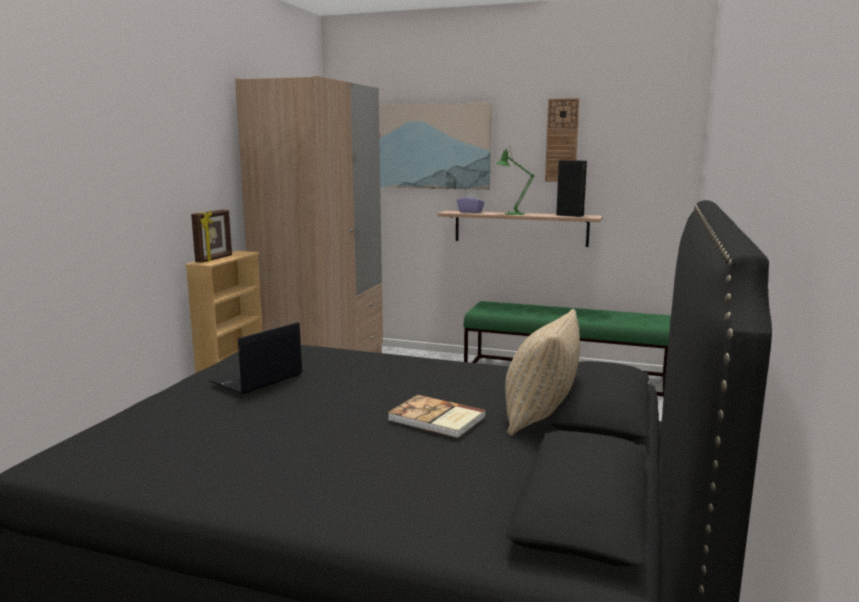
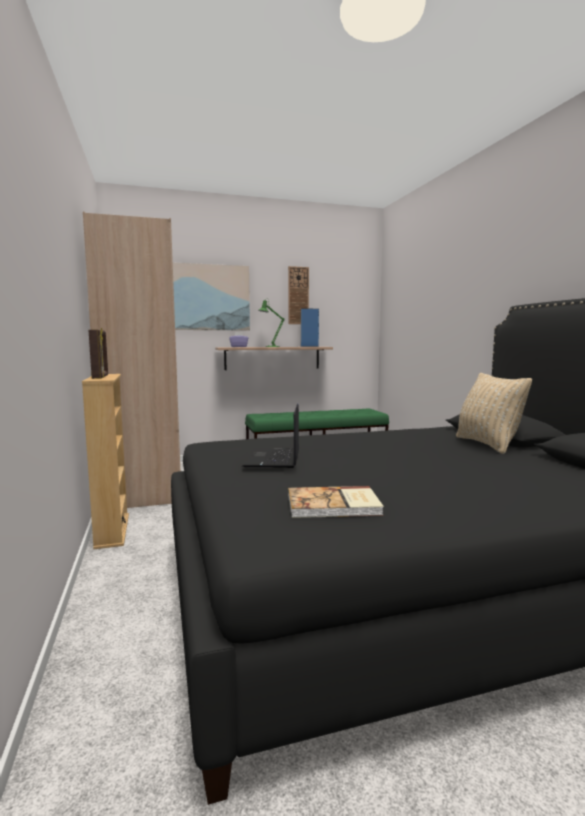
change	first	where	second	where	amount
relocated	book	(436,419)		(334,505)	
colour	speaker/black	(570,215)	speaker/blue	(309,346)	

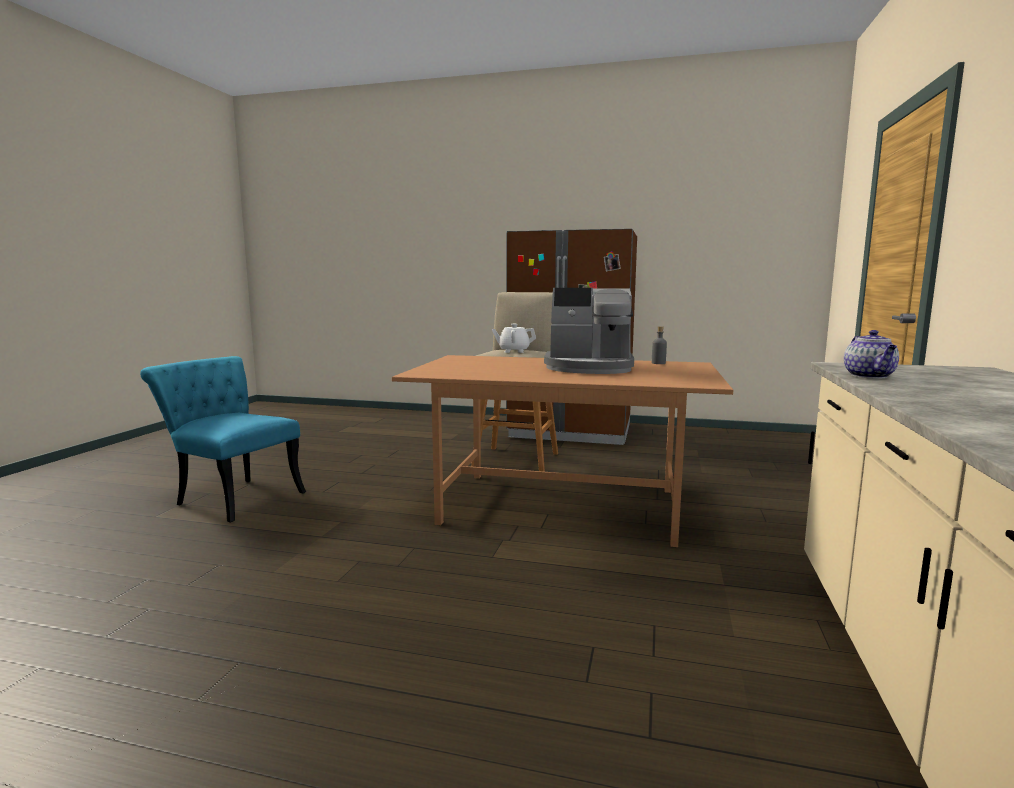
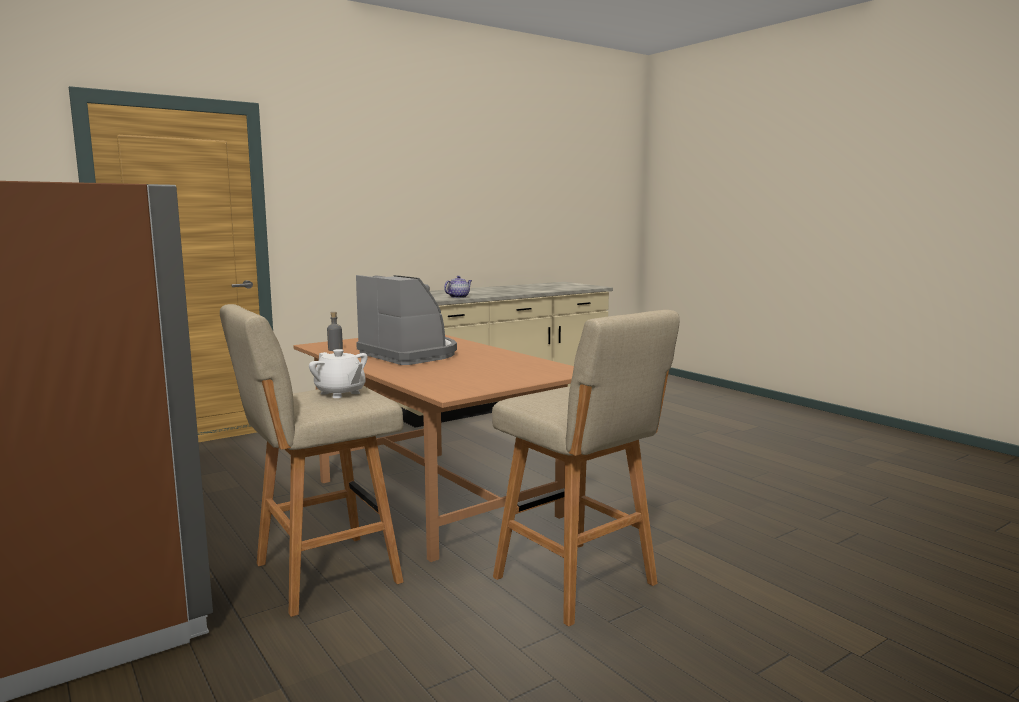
change	first	where	second	where	amount
appeared			stool/beige	(578,583)	
missing	chair/turquoise	(232,497)			

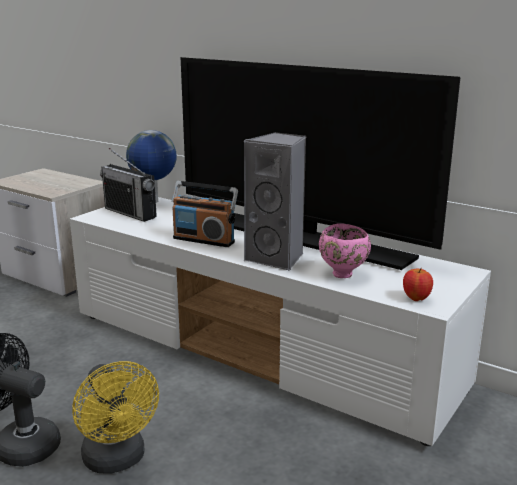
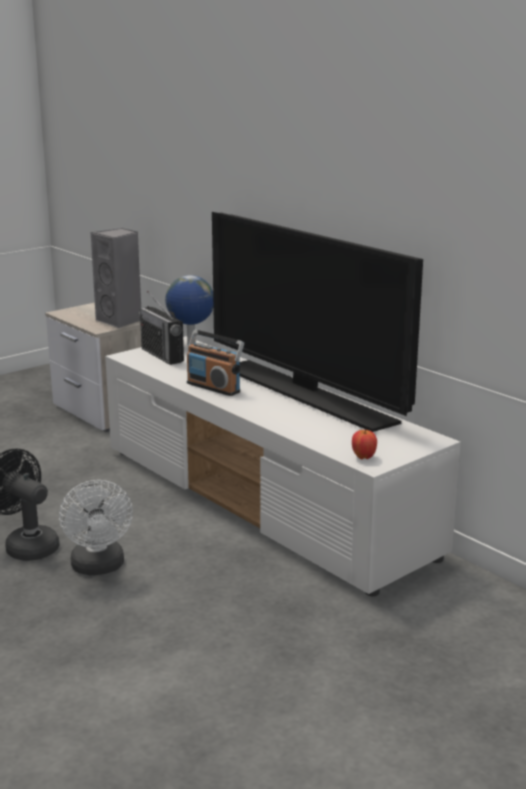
change	first	where	second	where	amount
colour	fan/yellow	(117,460)	fan/white	(99,568)	
relocated	speaker/grey	(277,258)		(120,321)	
missing	bowl/pink	(343,275)			

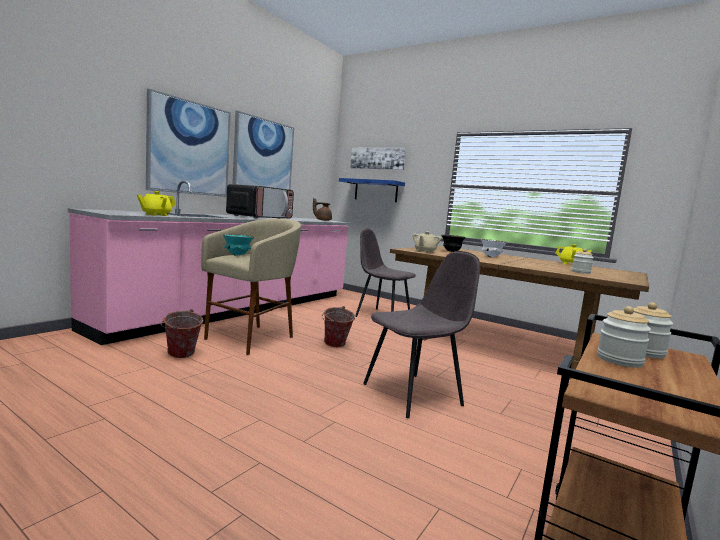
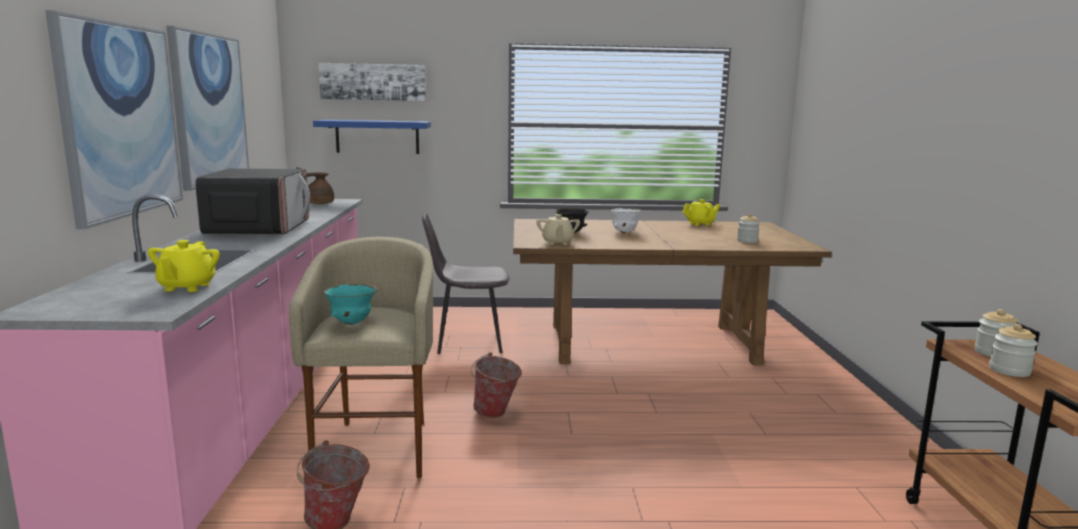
change	first	where	second	where	amount
missing	chair/grey	(414,394)			

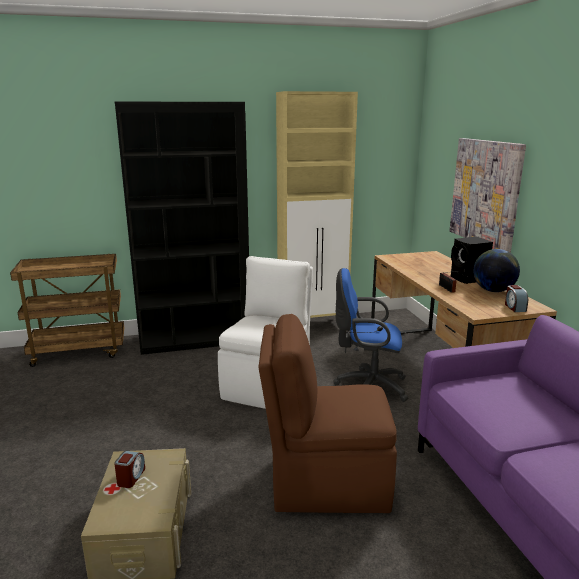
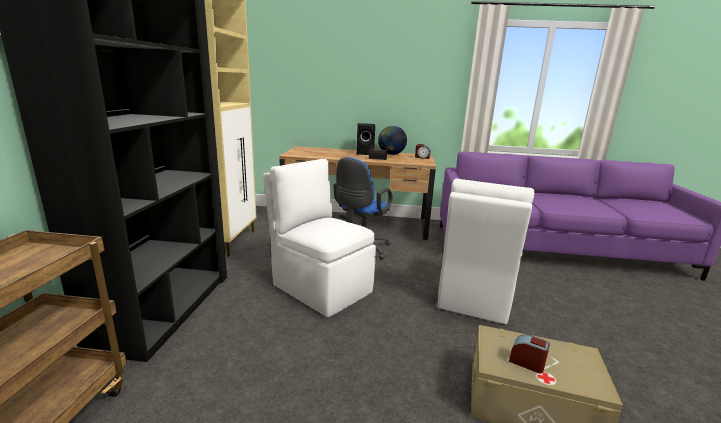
change	first	where	second	where	amount
colour	chair/brown	(326,482)	chair/white	(474,296)	
missing	picture	(486,192)			

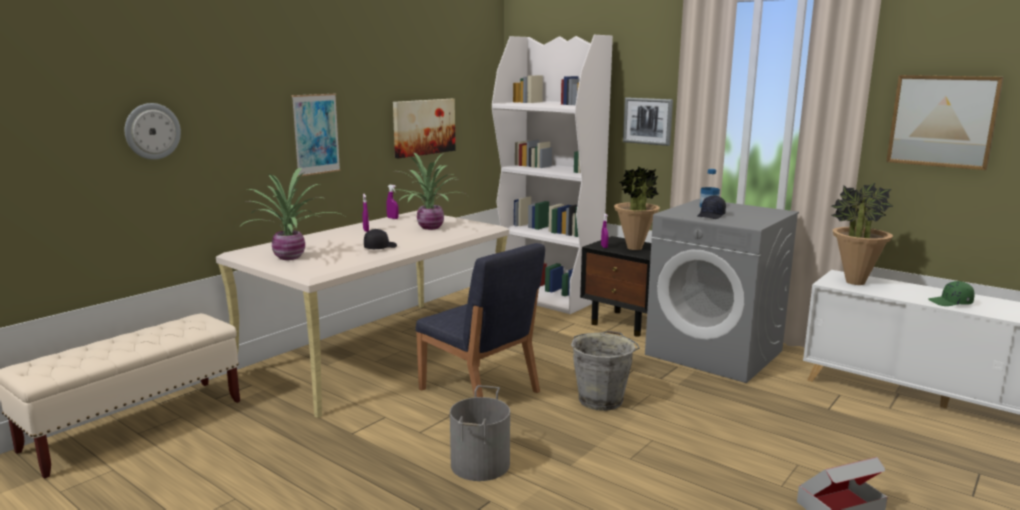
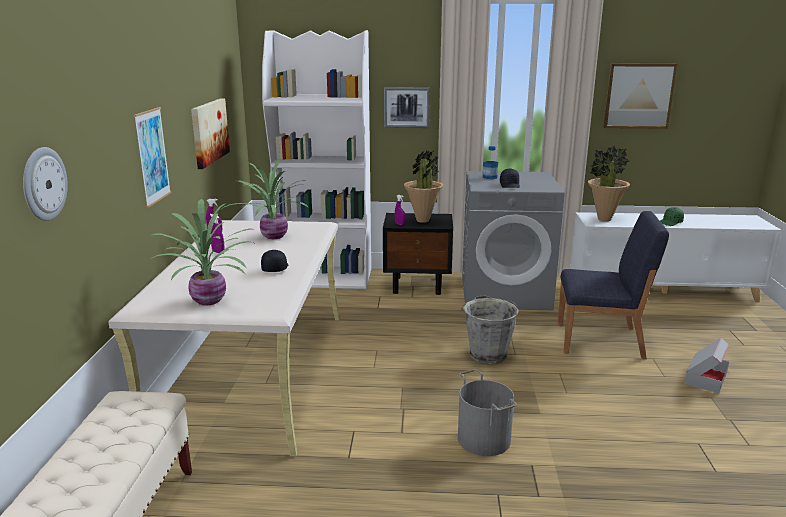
change	first	where	second	where	amount
relocated	chair/blue	(480,391)		(601,340)	

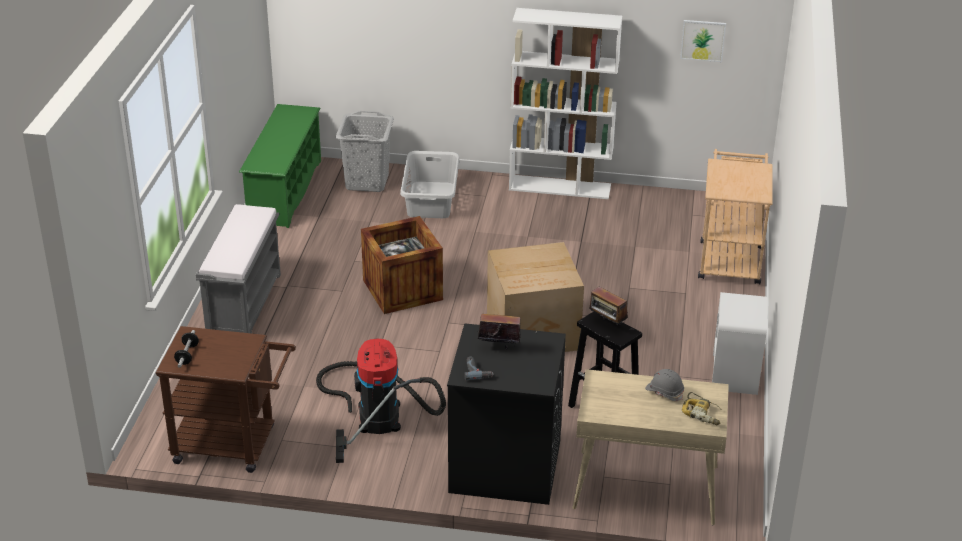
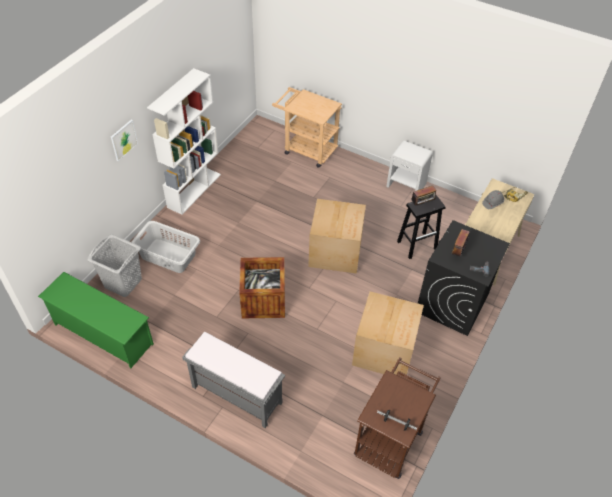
change	first	where	second	where	amount
relocated	picture	(703,40)		(123,140)	
exchanged	vacuum cleaner	(377,413)	cardboard box	(385,349)	

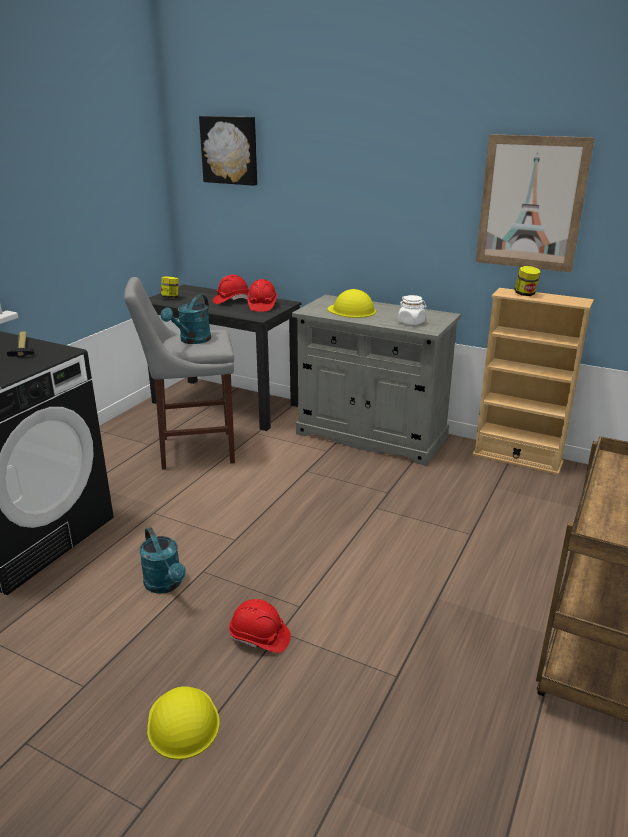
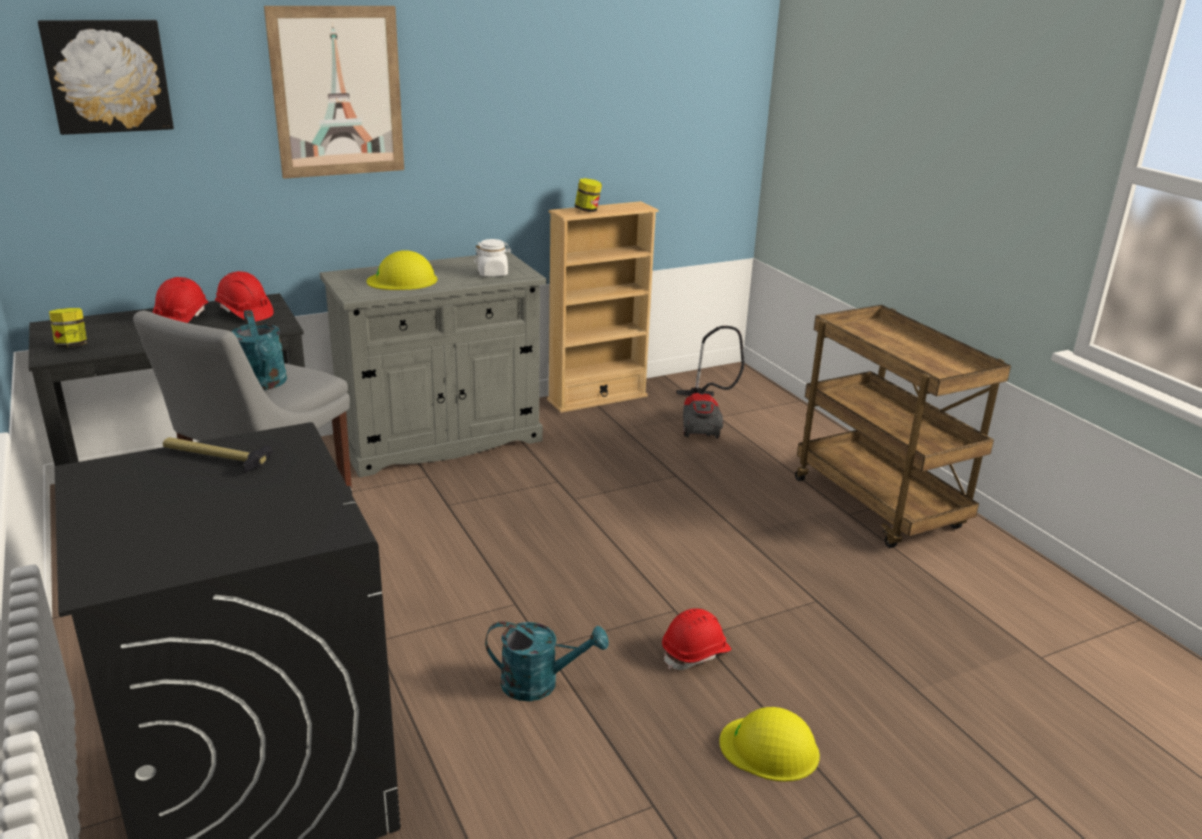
change	first	where	second	where	amount
relocated	picture	(531,203)		(337,92)	
appeared			vacuum cleaner	(703,420)	

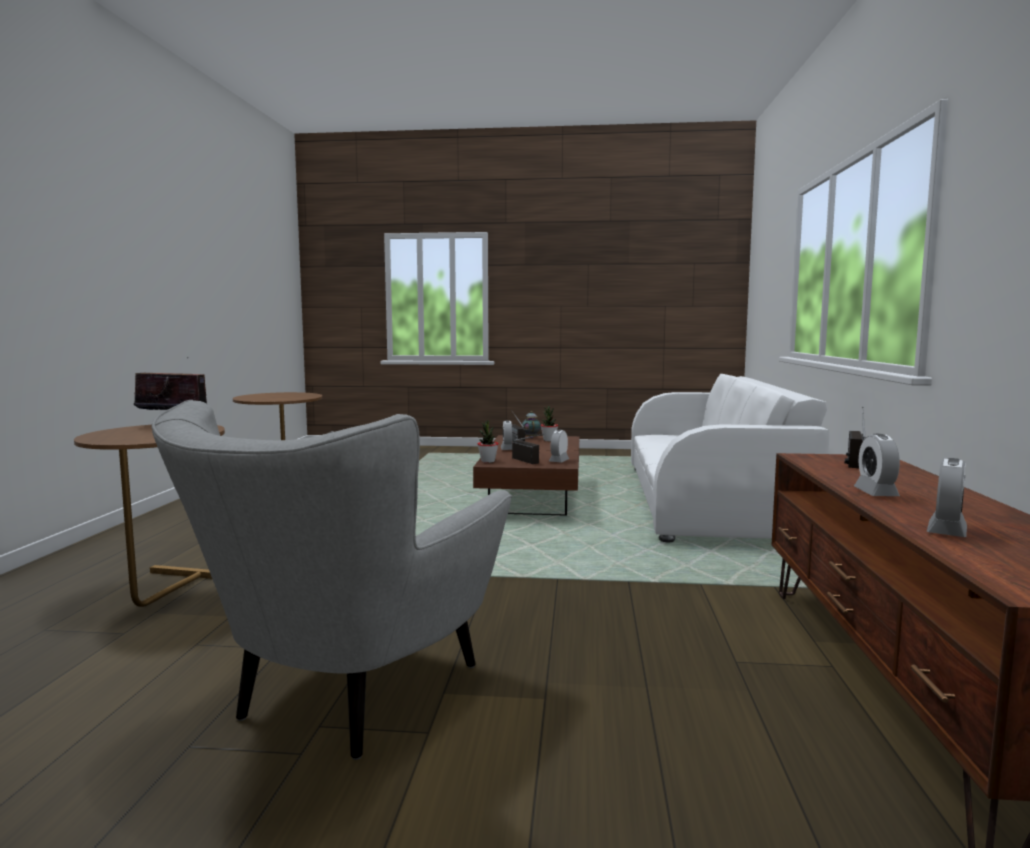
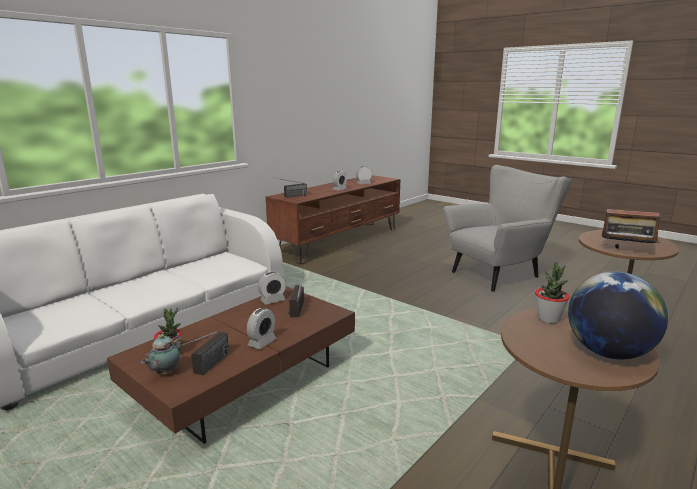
change	first	where	second	where	amount
relocated	potted plant	(488,461)		(548,319)	
appeared			globe	(608,353)	

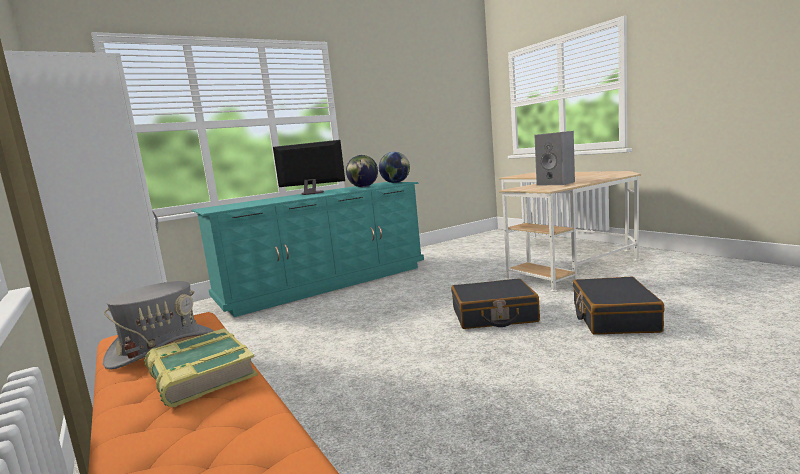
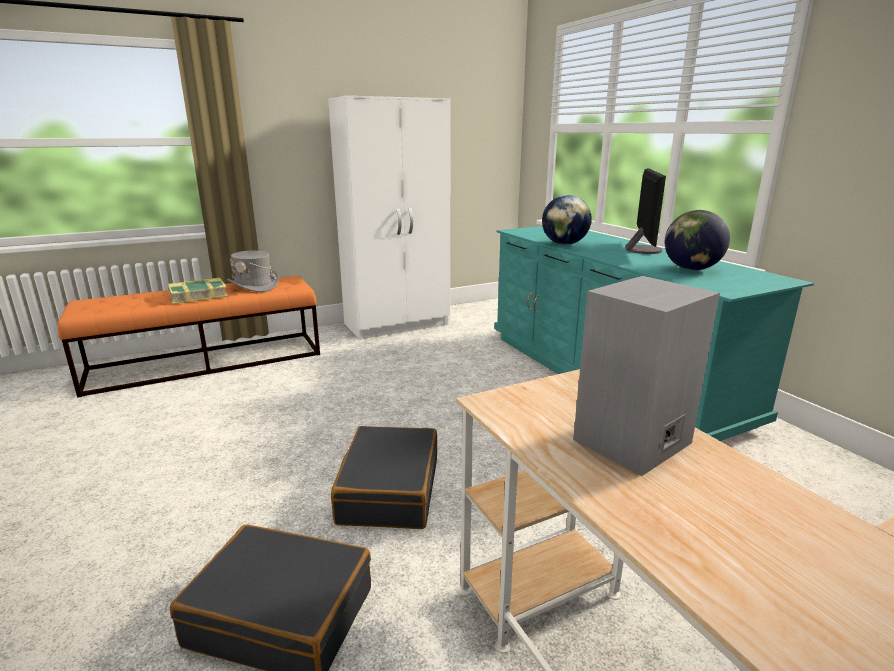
change	first	where	second	where	amount
relocated	globe	(395,182)		(564,244)	

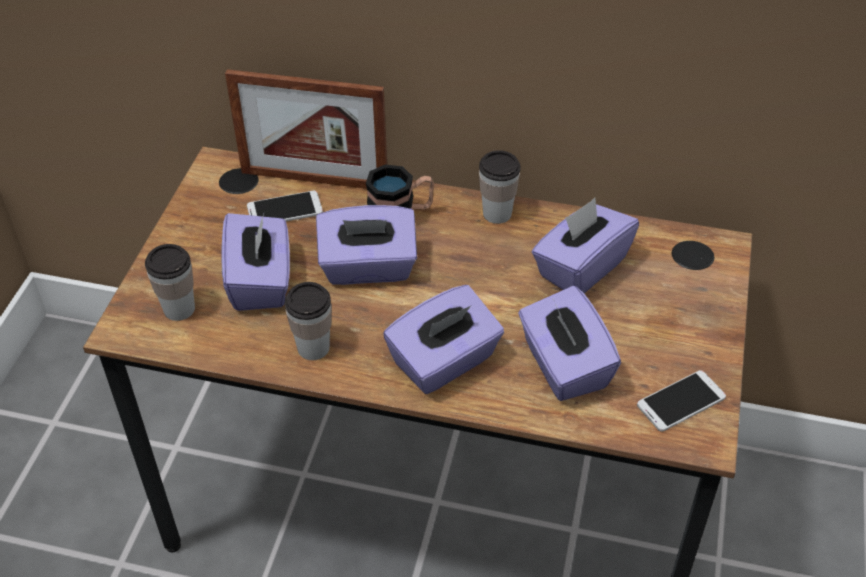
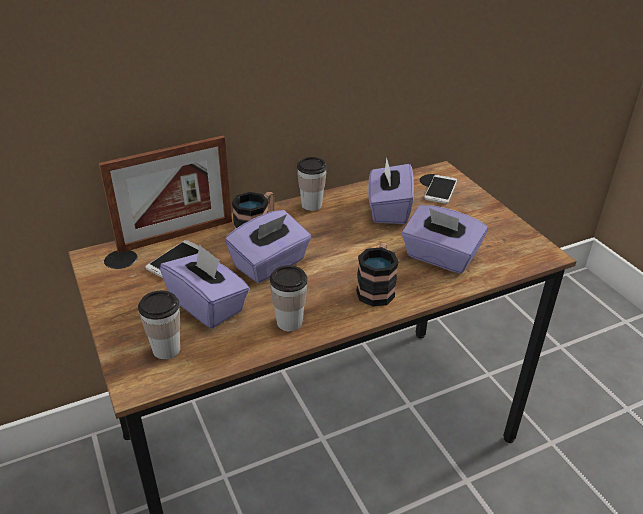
change	first	where	second	where	amount
exchanged	tissue box/purple	(444,362)	mug	(377,288)	
relocated	phone	(681,401)		(440,189)	

